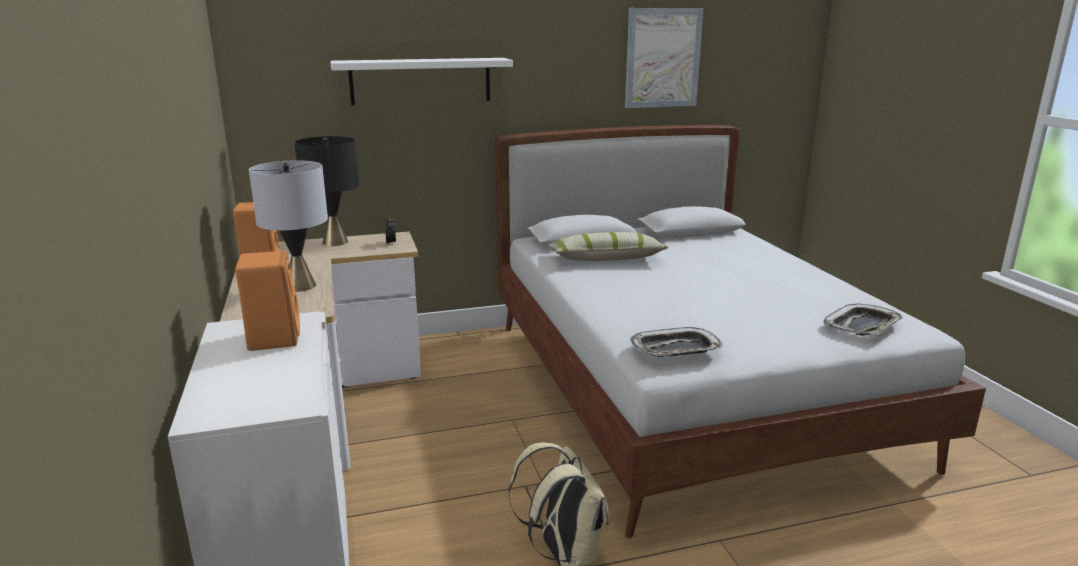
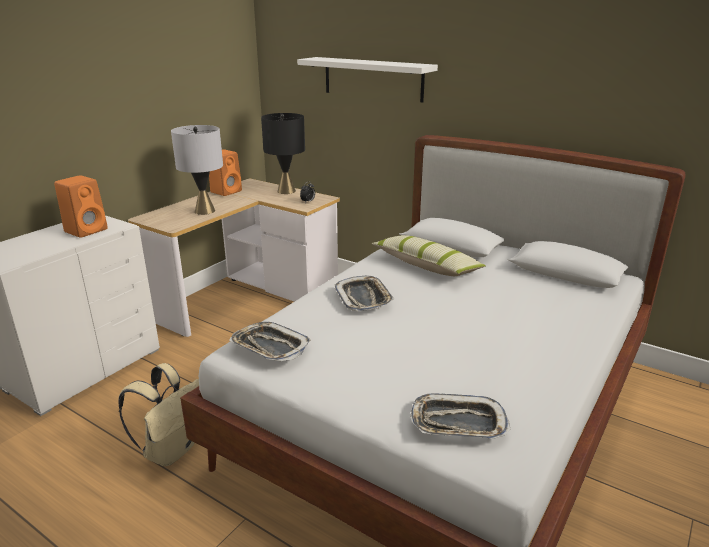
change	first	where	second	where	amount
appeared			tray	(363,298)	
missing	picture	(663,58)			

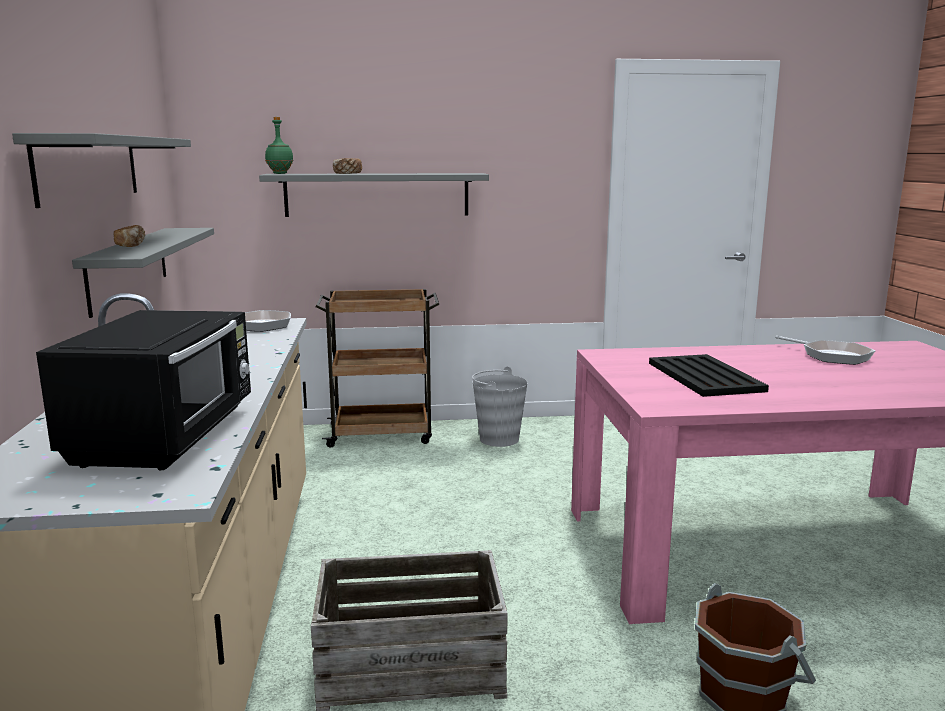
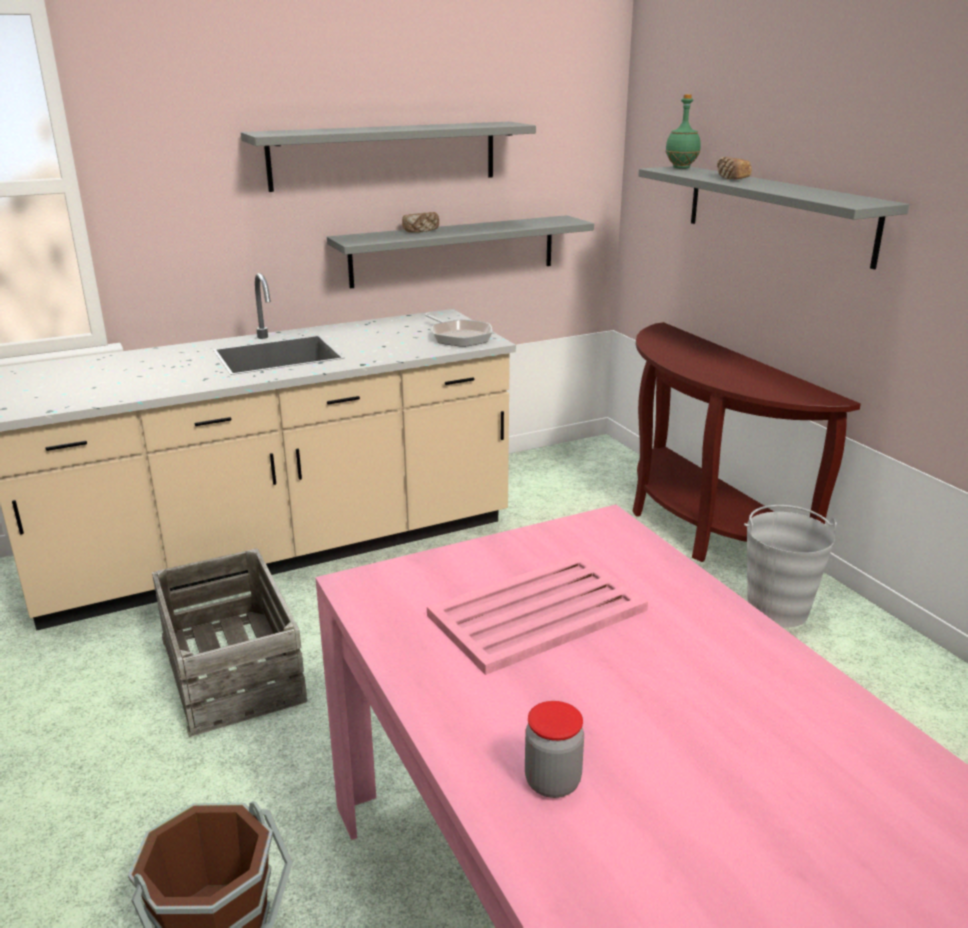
change	first	where	second	where	amount
colour	tray/black	(705,377)	tray/pink	(535,613)	
appeared			jar	(552,782)	
exchanged	cart/brown	(382,434)	console table/brown	(699,526)	
missing	microwave/black	(167,436)			
missing	frying pan	(832,356)			

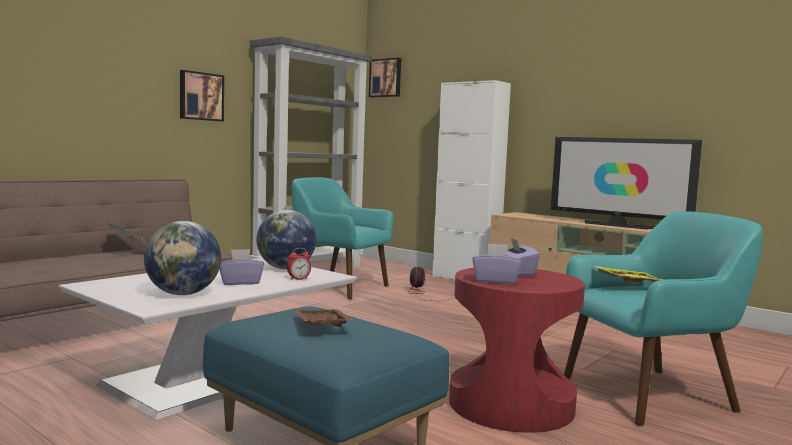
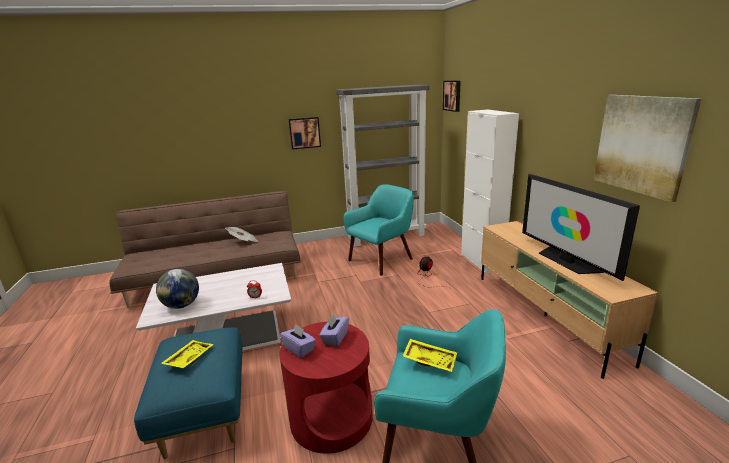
change	first	where	second	where	amount
colour	tray/brown	(320,326)	tray/yellow	(188,359)	
spun	armchair/turquoise	(339,287)		(381,260)	75 degrees clockwise
appeared			picture	(642,144)	
missing	tissue box/purple	(240,282)			
missing	globe	(285,268)			

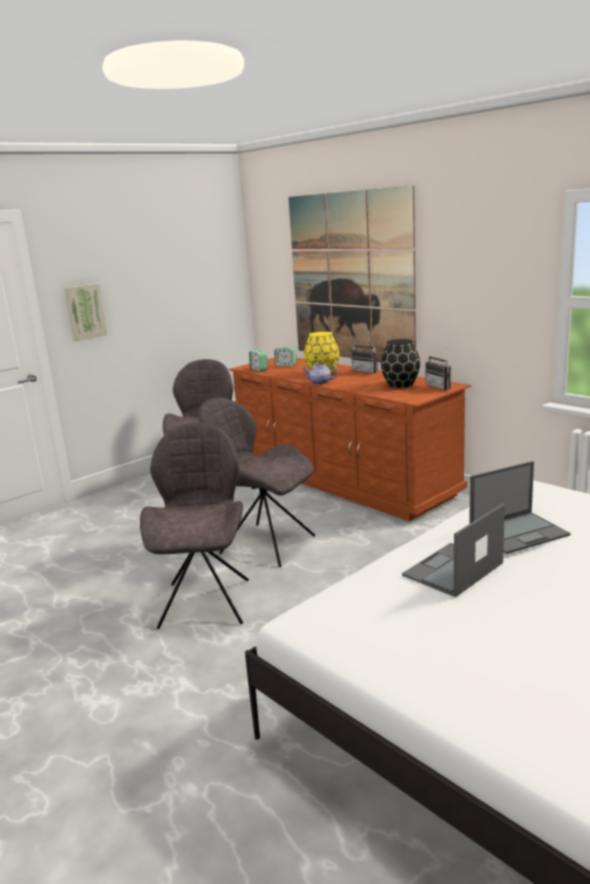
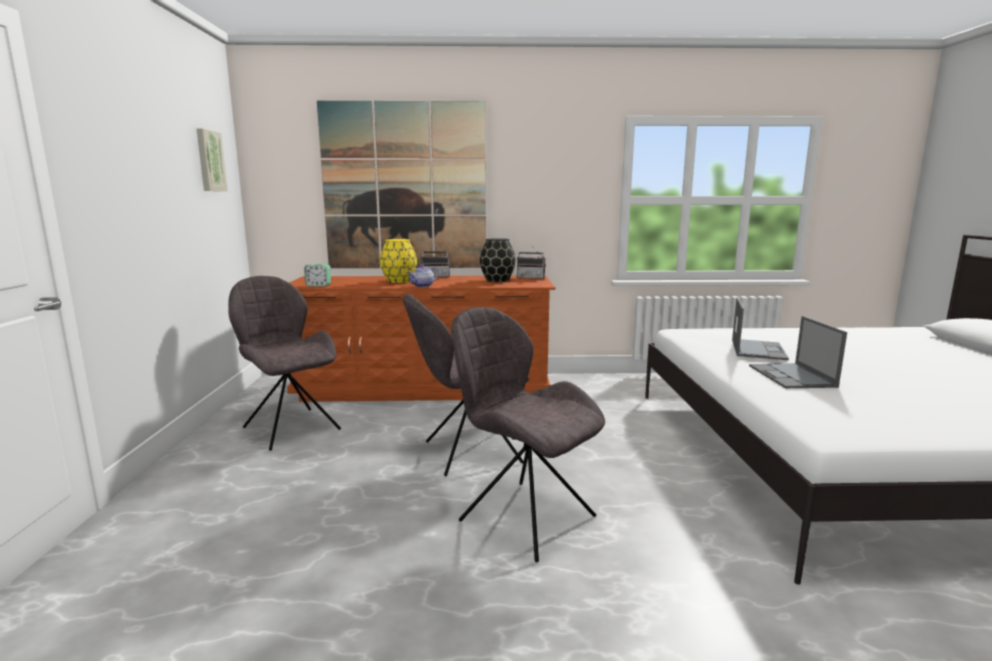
change	first	where	second	where	amount
relocated	picture	(85,312)		(209,161)	
missing	alarm clock	(286,365)			

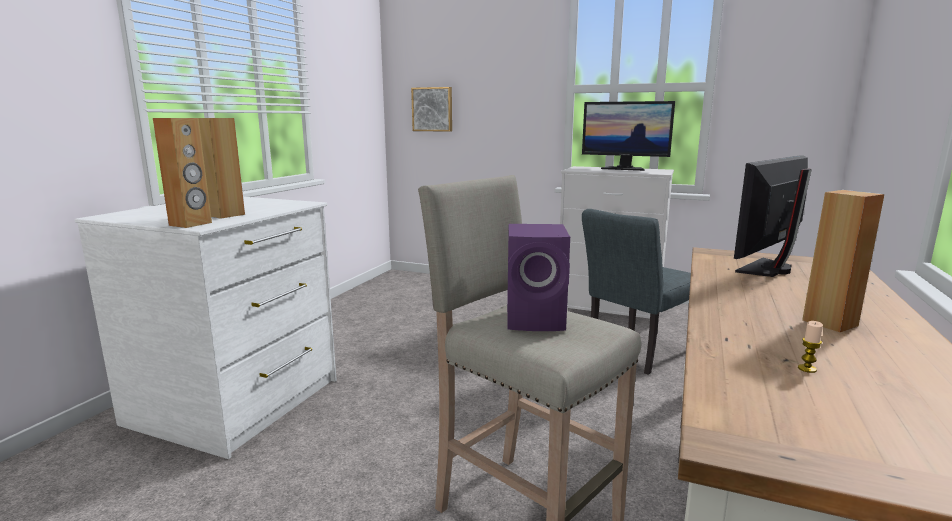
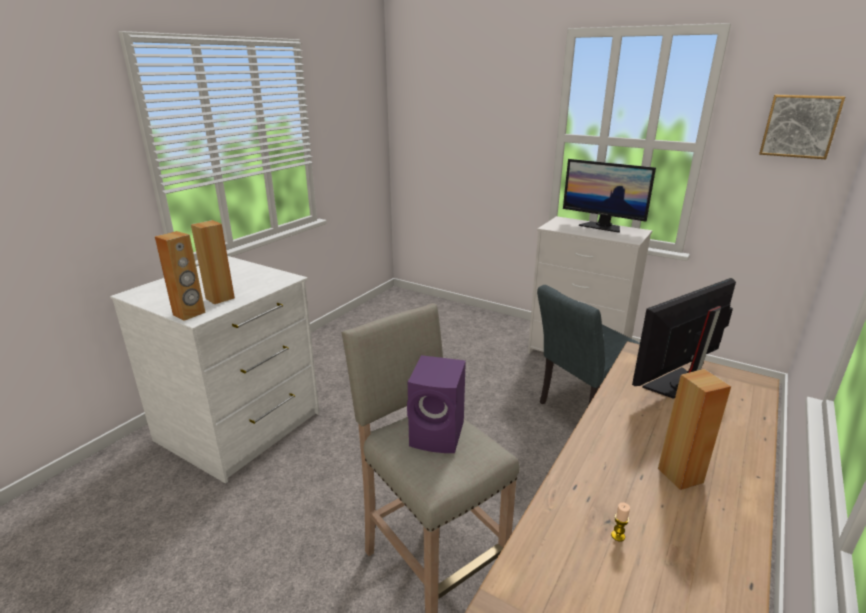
change	first	where	second	where	amount
relocated	picture	(432,109)		(800,126)	

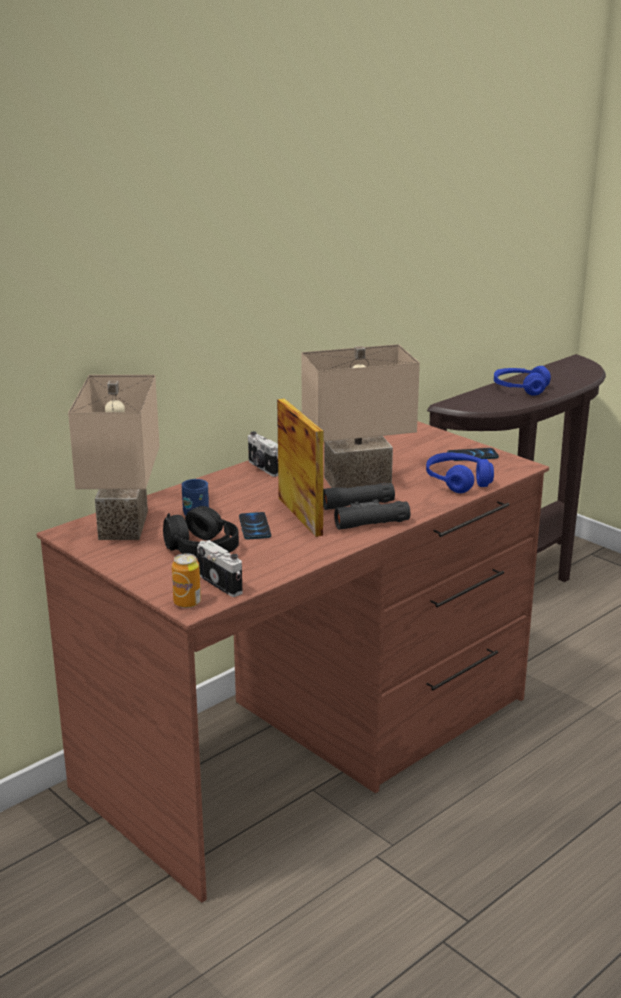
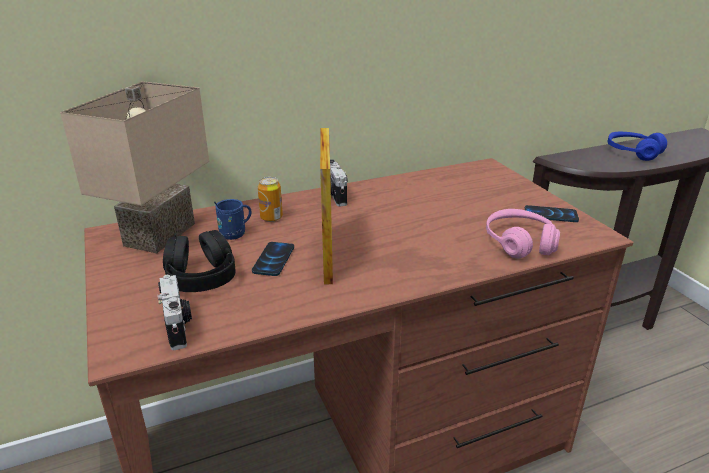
change	first	where	second	where	amount
relocated	can	(187,603)		(271,218)	
colour	headphones/blue	(458,481)	headphones/pink	(519,243)	
missing	table lamp/beige	(357,480)			
missing	binoculars/black	(365,514)			

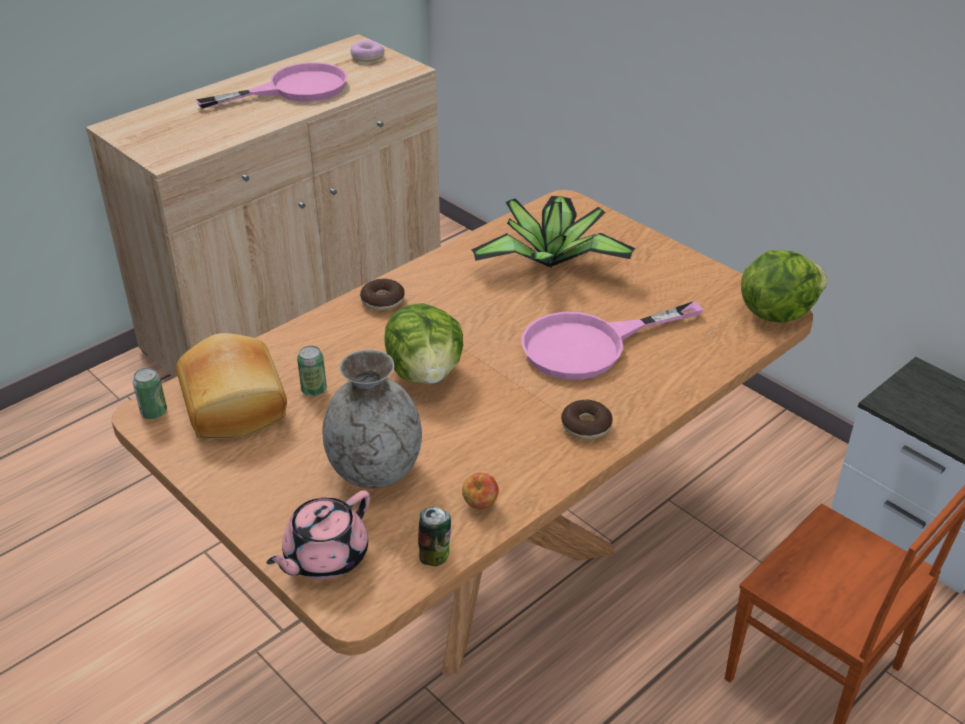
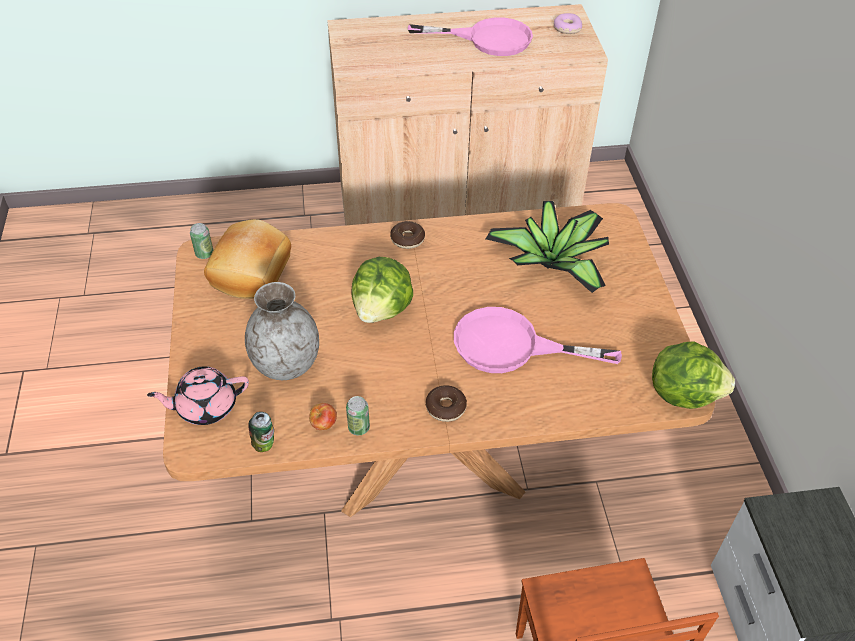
change	first	where	second	where	amount
relocated	can	(314,390)		(358,427)	

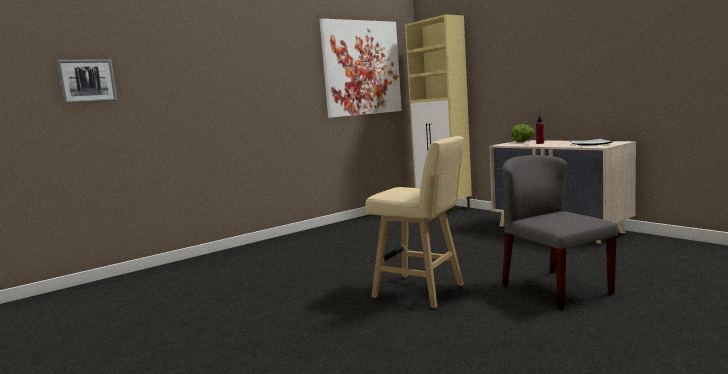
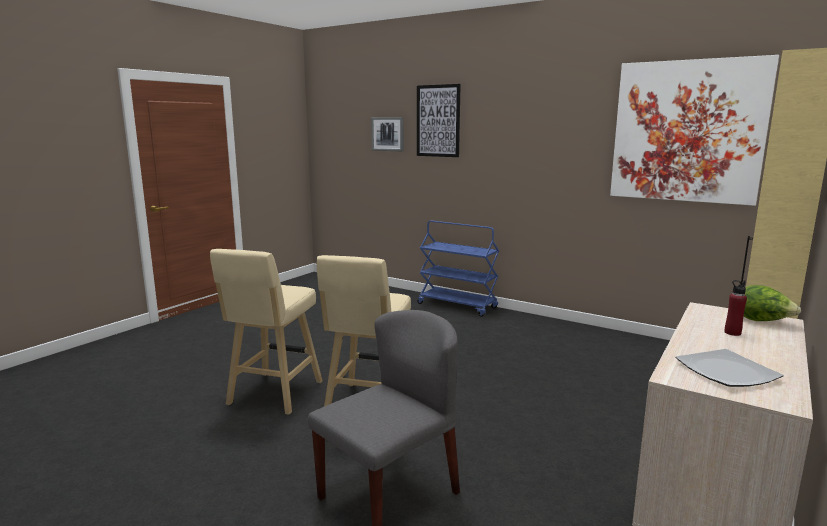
change	first	where	second	where	amount
appeared			stool/beige	(273,395)	
appeared			picture	(438,121)	
appeared			cart/blue	(458,306)	

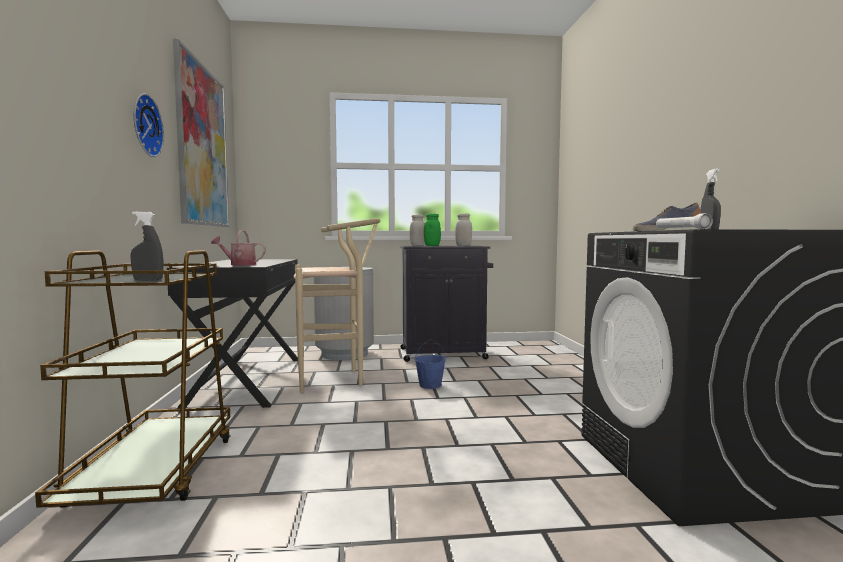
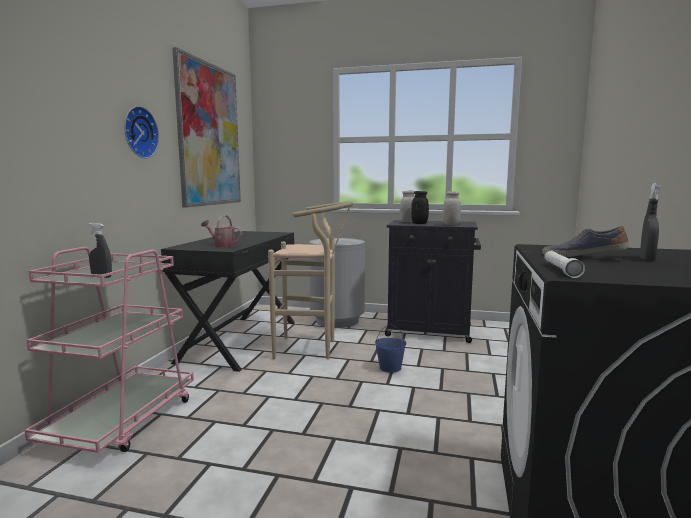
change	first	where	second	where	amount
colour	cart/brown	(154,472)	cart/pink	(122,421)	
colour	jar/green	(432,245)	jar/black	(419,223)	

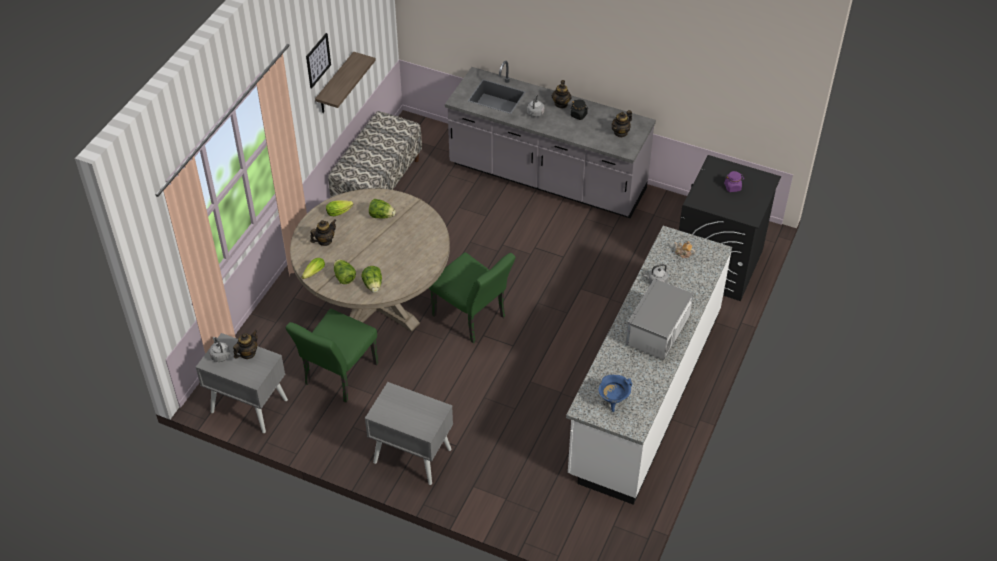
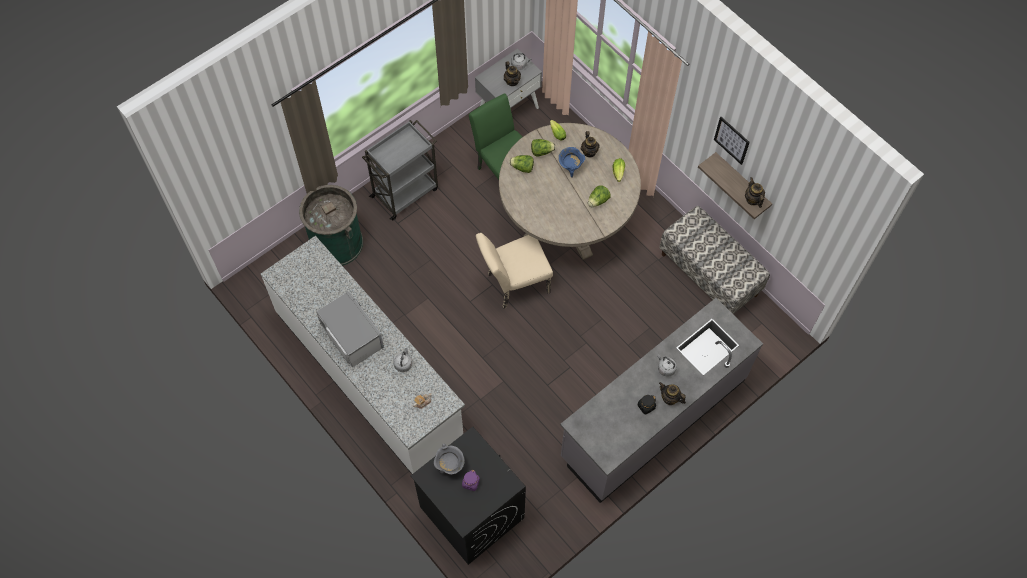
change	first	where	second	where	amount
appeared			trash can/green	(337,243)	
exchanged	nightstand/grey	(411,455)	cart/grey	(405,192)	
appeared			cooking pot/grey	(450,465)	
colour	chair/green	(473,319)	chair/beige	(513,284)	
relocated	cooking pot/blue	(613,401)		(570,168)	
relocated	teapot	(620,132)		(752,199)	

